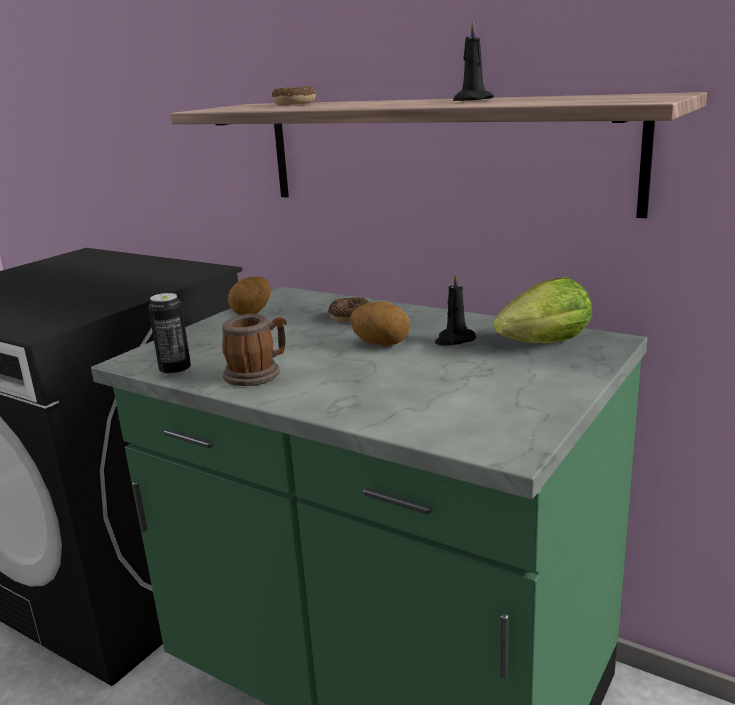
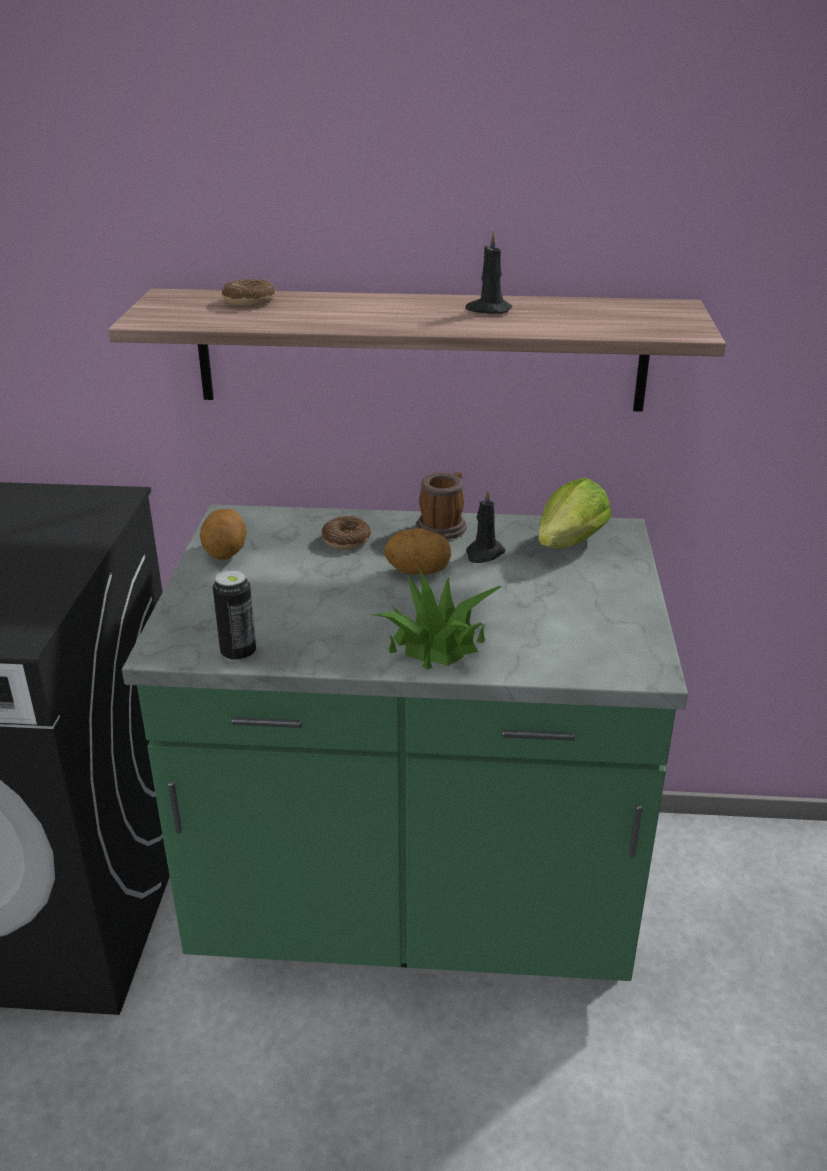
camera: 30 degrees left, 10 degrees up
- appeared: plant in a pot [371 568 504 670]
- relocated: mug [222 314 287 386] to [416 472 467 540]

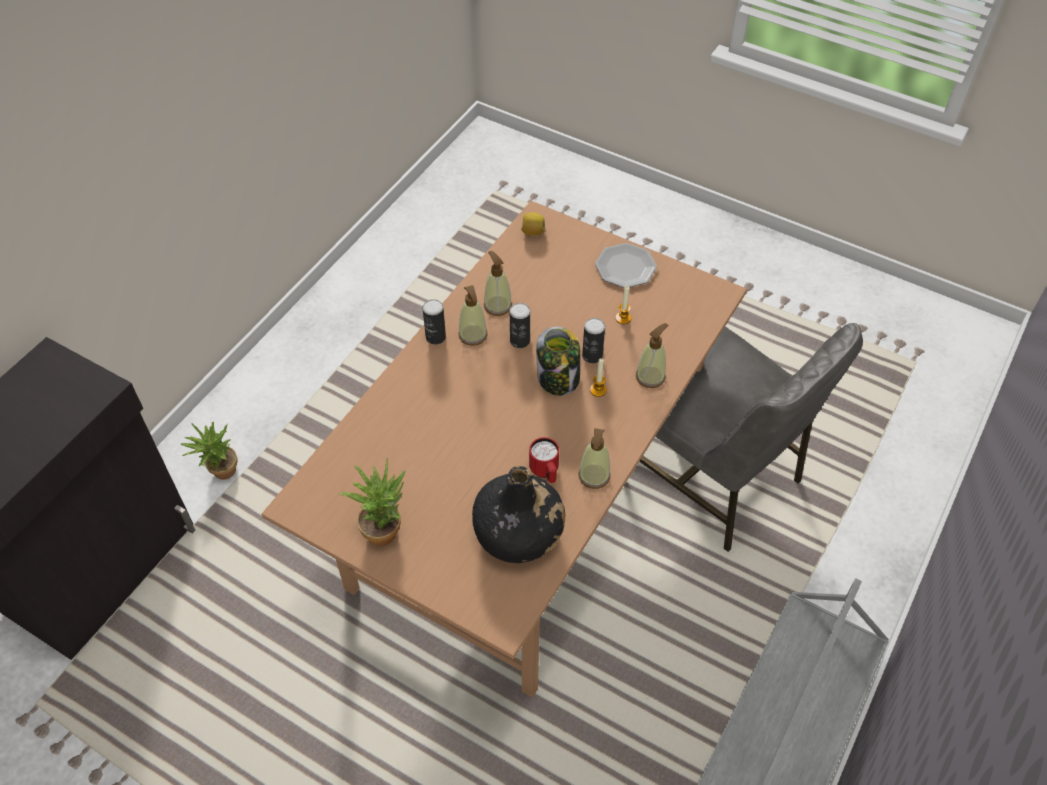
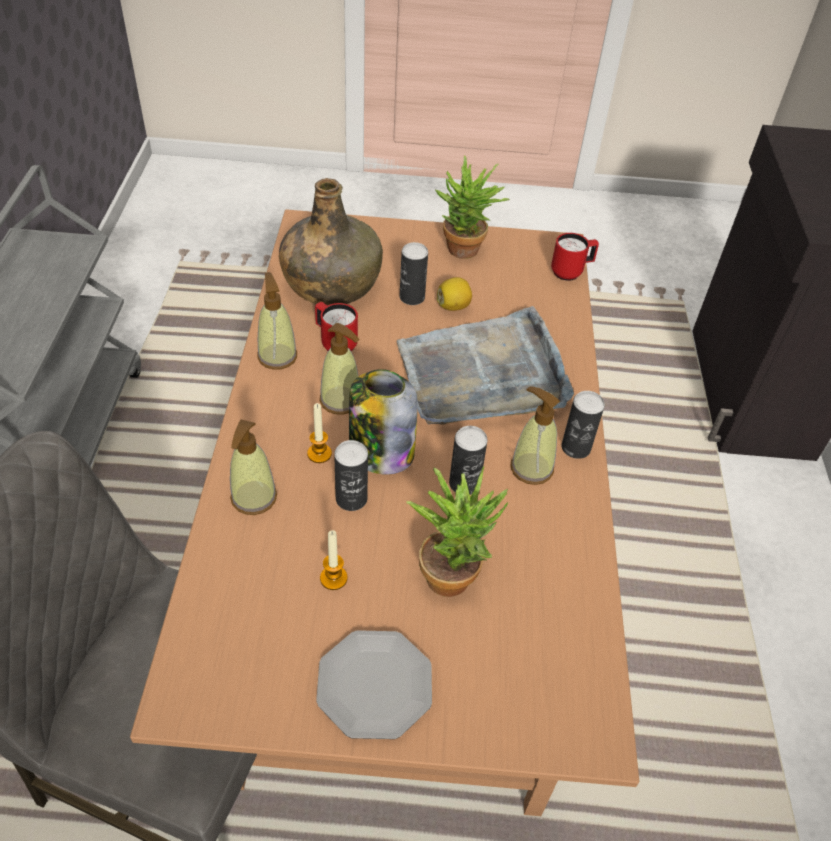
camera: 150 degrees right, 5 degrees down
- appeared: greyish tray [397 306 574 425]
- appeared: metal can [400 242 428 305]
- appeared: red mug [551 233 599 281]
- relocated: plant in a pot [181 422 238 480] to [406 466 508 597]
- relocated: soap bottle [484 251 512 316] to [319 323 360 415]
- relocated: lemon [521 212 545 236] to [437 277 472 311]
- colour: black-coloured beverage bottle [472 466 565 563] to green-coloured beverage bottle [279 178 383 305]

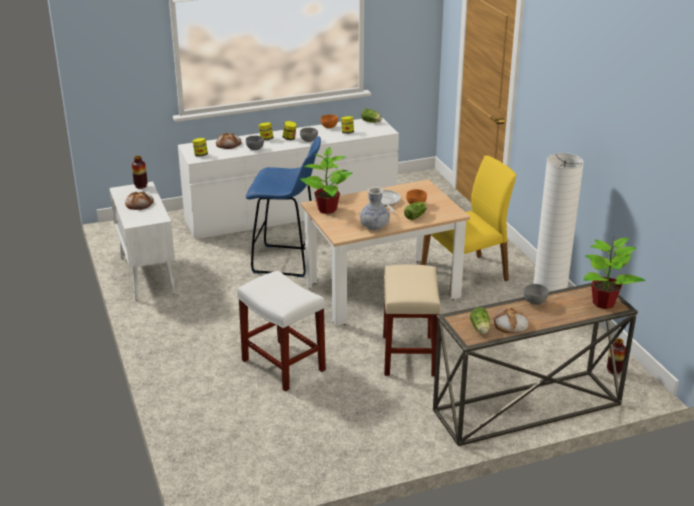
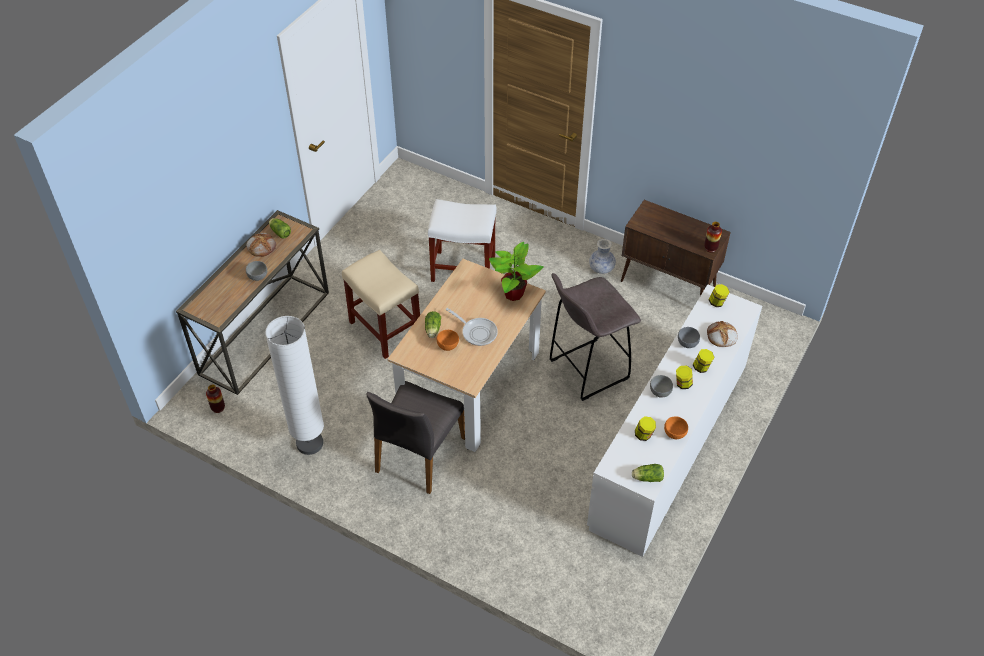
camera: 140 degrees right, 20 degrees up
- missing: bakery bread [125 191 154 210]
- missing: plant in a pot [583 235 645 309]
- relocated: flower vase [360 187 390 230] to [589 239 616 274]
- colour: white cabinet [109 181 176 301] to brown-coloured cabinet [621 200 731 296]
- colour: bluish sitting stool [246 136 321 277] to greyish sitting stool [550 273 641 401]
- colour: yellow chair [421 155 516 296] to greyish chair [367 381 465 494]

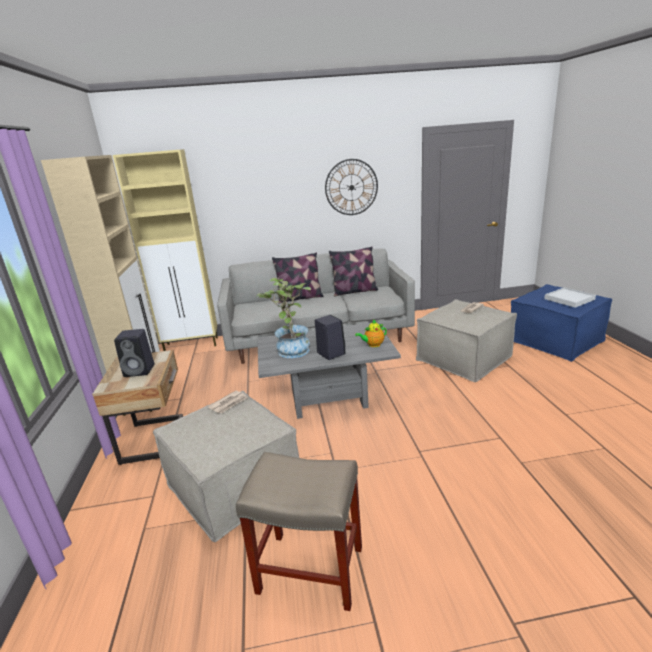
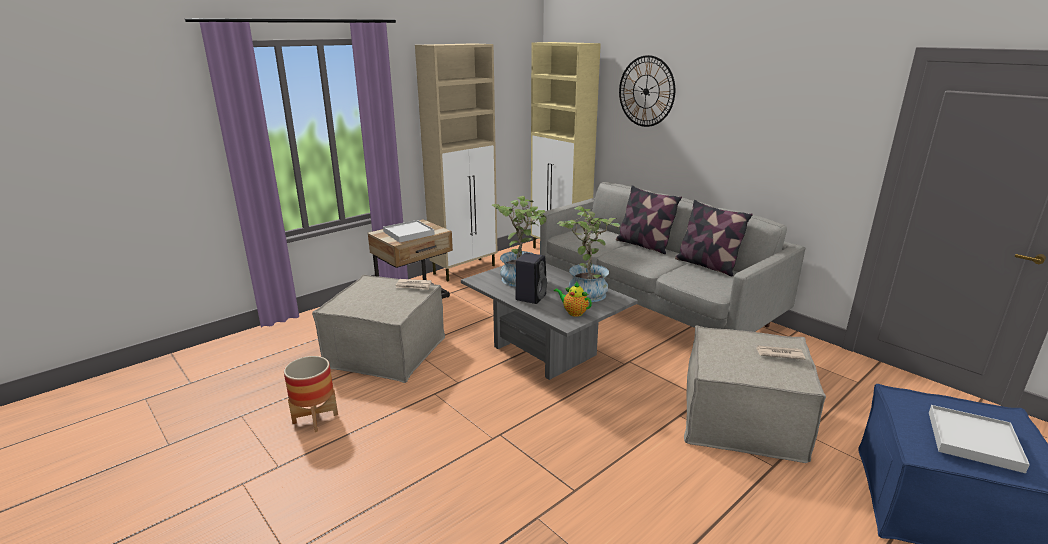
camera: 55 degrees right, 0 degrees up
- appeared: plant in a pot [556 206 620 302]
- relocated: wall clock [325 159 378 215] to [619 55 675 127]
- exchanged: black-coloured loudspeaker [114 329 154 377] to white tray [383 220 435 243]
- exchanged: sand-coloured sitting stool [236 452 362 611] to planter [284 356 338 432]

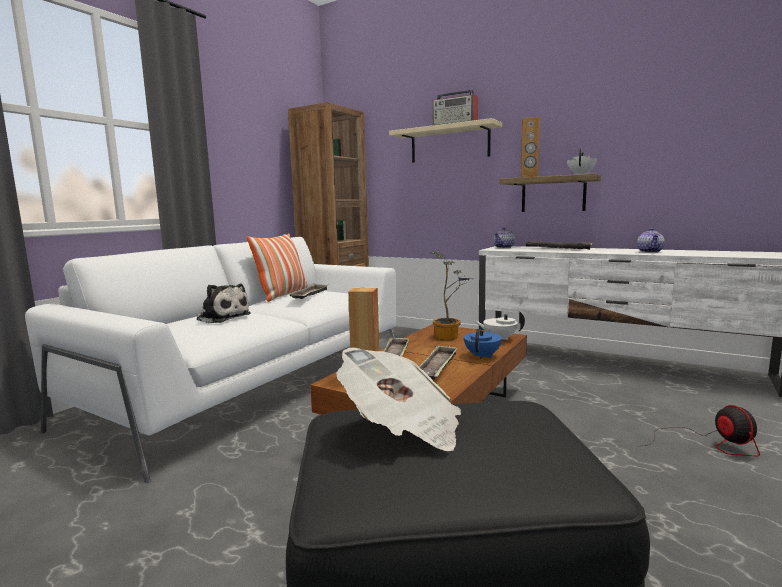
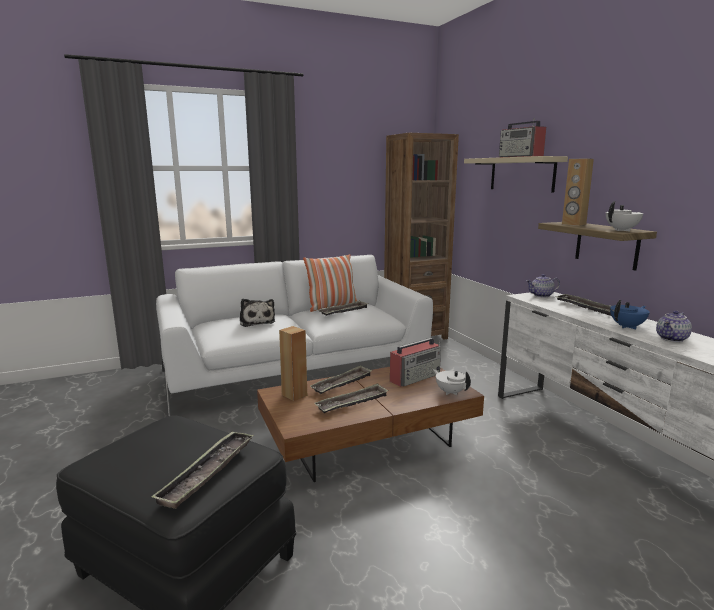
camera: 35 degrees right, 5 degrees up
- missing: newspaper [336 347 461 451]
- missing: cooling fan [643 405 760 456]
- appeared: tray [152 431 254 509]
- relocated: bluish tea pot [464 329 502 359] to [610 300 650 330]
- exchanged: plant in a pot [430 251 471 341] to radio set [390 338 441 387]

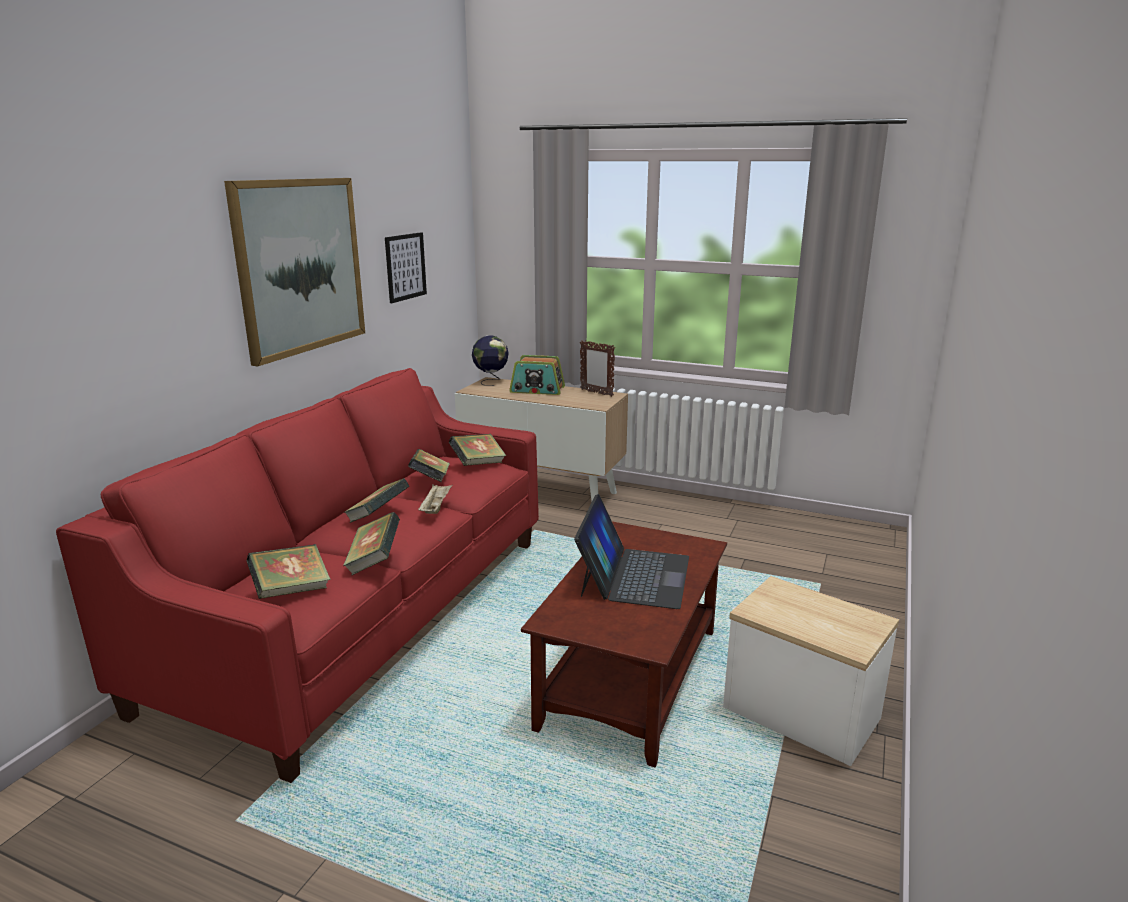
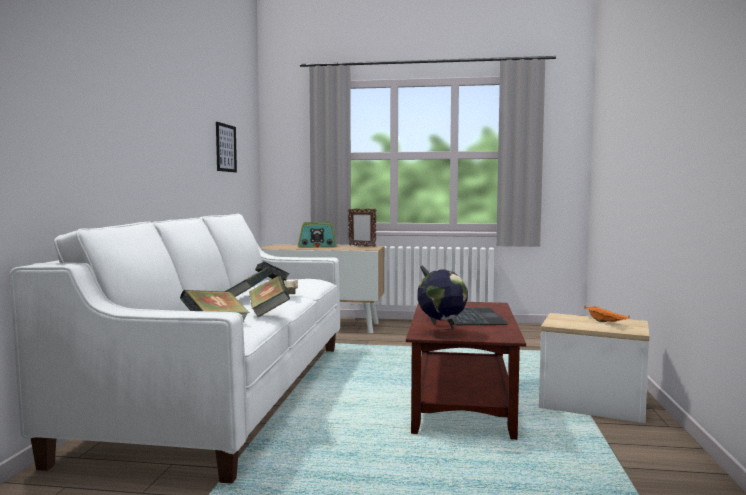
camera: 15 degrees left, 15 degrees down
- missing: wall picture [224 178 365 366]
- missing: book [449 434 506 466]
- appeared: orange tray [584 306 630 322]
- relocated: world globe [472 336 509 386] to [418 269 468 339]
- colour: red couch [56 368 539 783] to white couch [10 213 340 484]

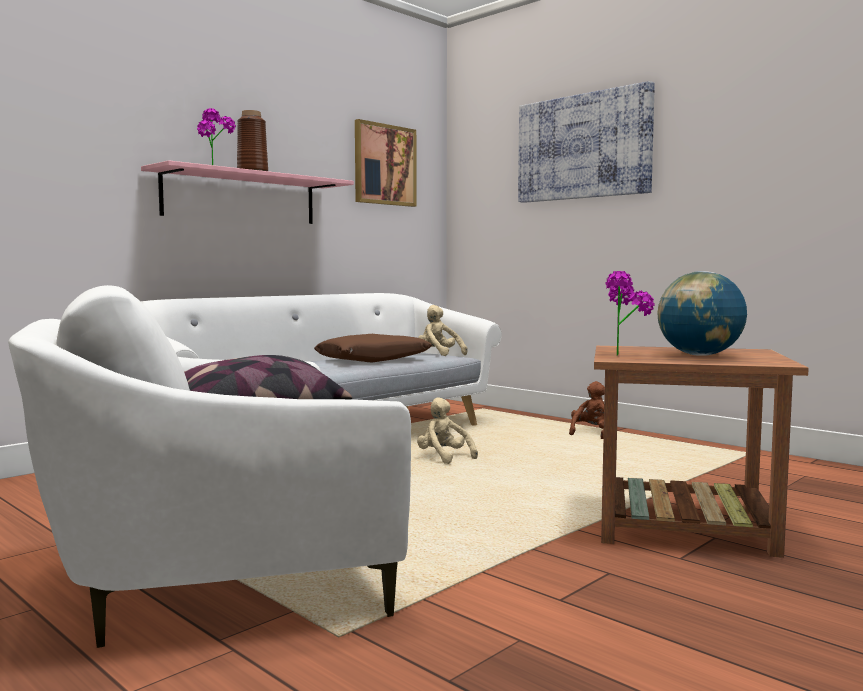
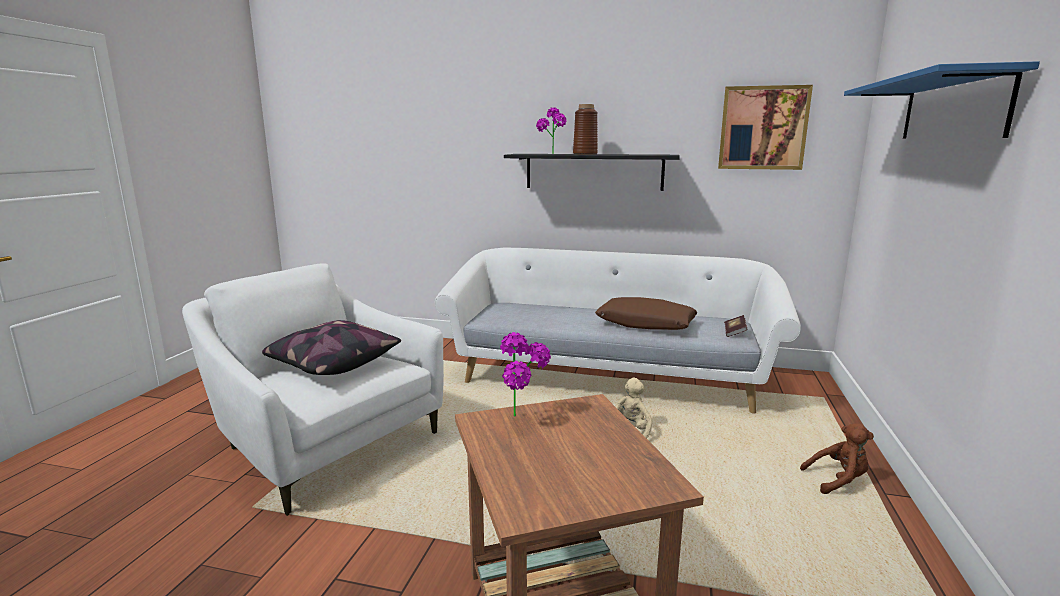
camera: 60 degrees right, 10 degrees up
- missing: world globe [657 271 747 356]
- exchanged: sand-coloured cuddly toy [418 305 468 356] to book [724 315 748 337]
- exchanged: wall picture [518 81 655 203] to bluish shelf [844 61 1040 139]
- colour: pink shelf [141 160 354 224] to black-coloured shelf [504 154 680 191]

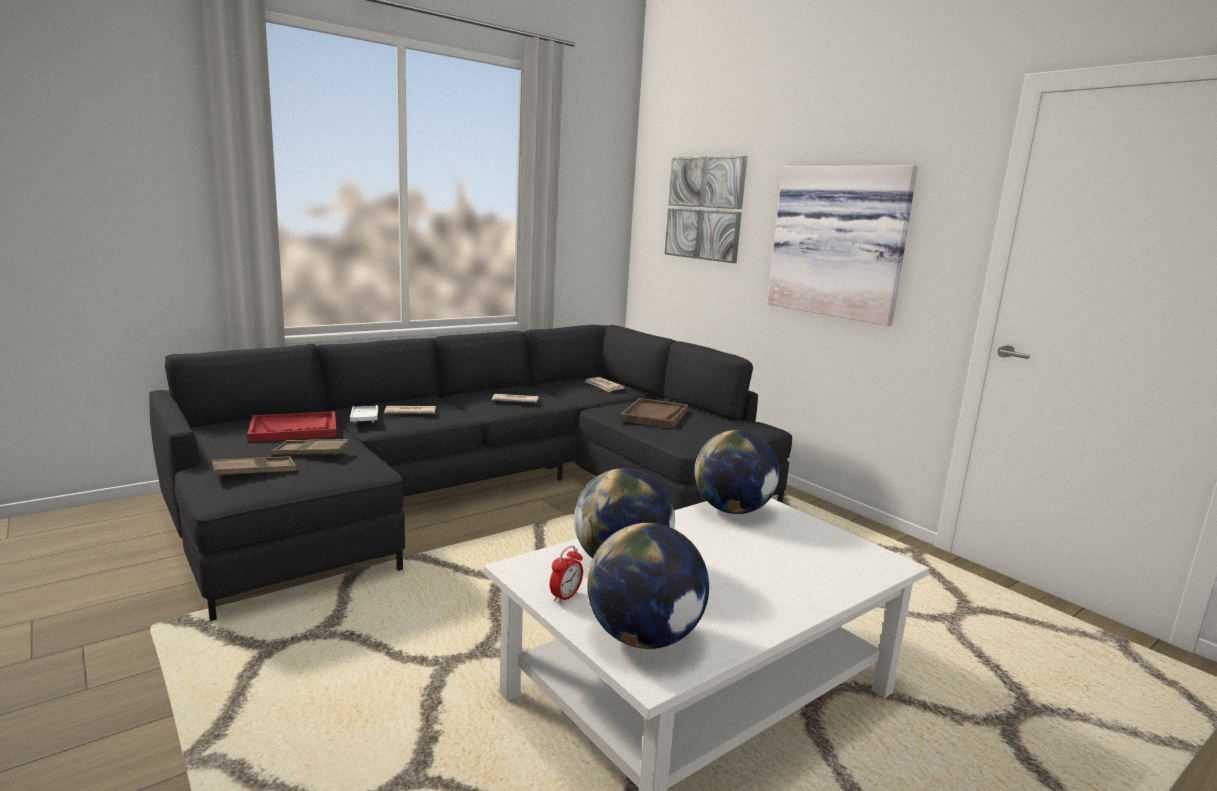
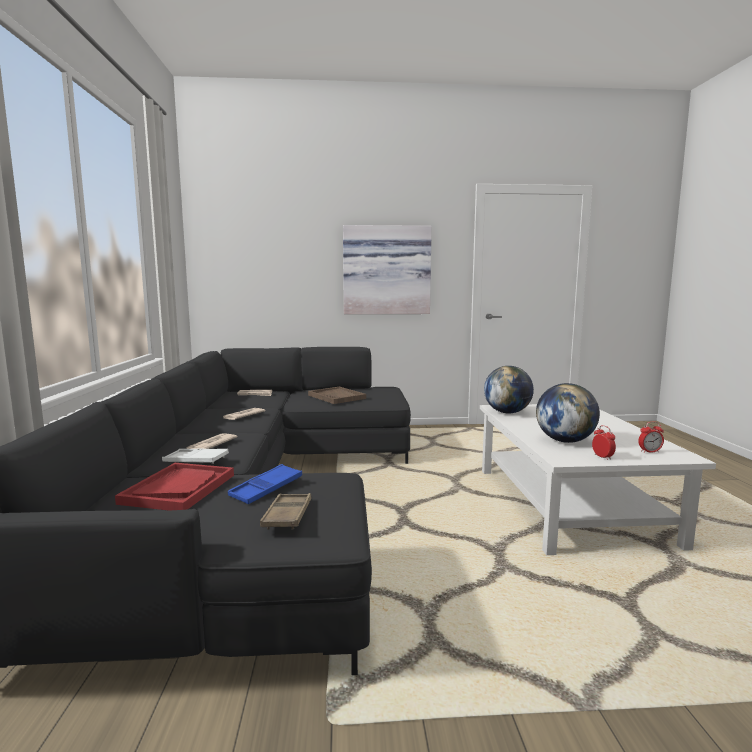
camera: 55 degrees left, 5 degrees down
- missing: wall picture [665 156 747 263]
- exchanged: world globe [587 523 709 649] to table clock [638 422 664 453]
- colour: brown-coloured tray [272 439 349 456] to bluish tray [228 464 302 504]

